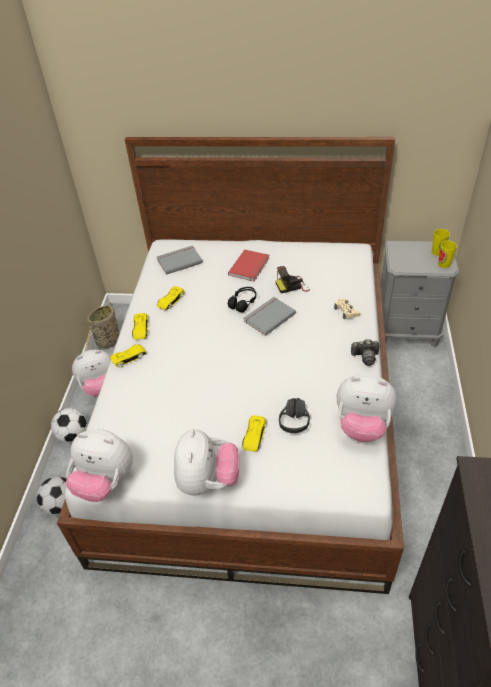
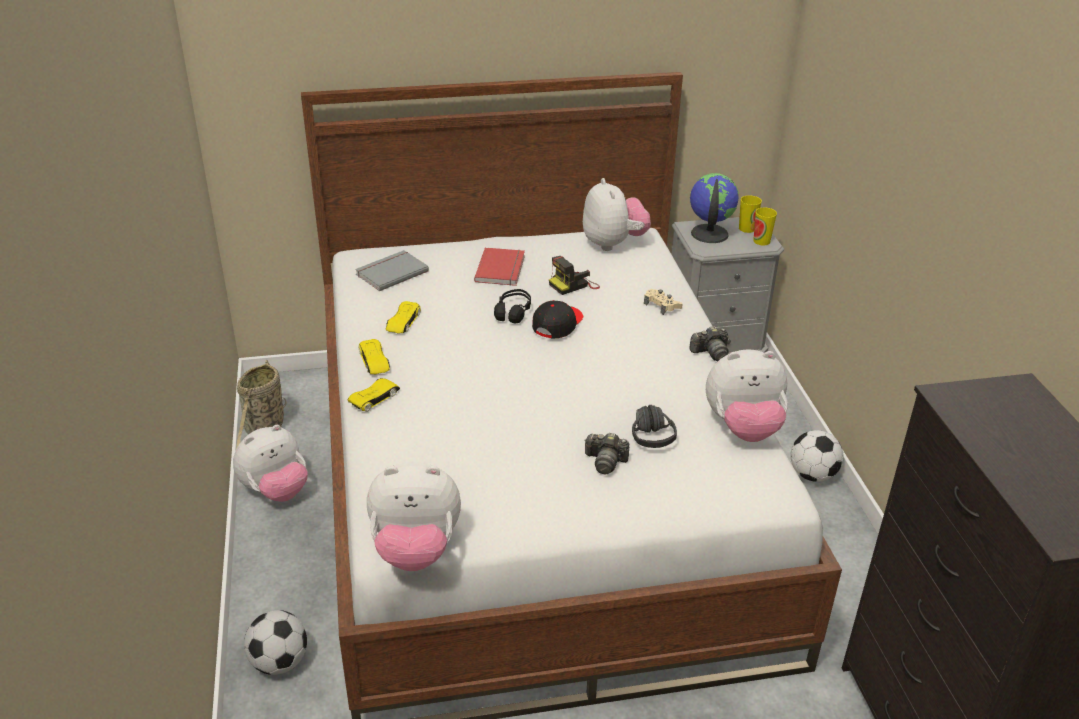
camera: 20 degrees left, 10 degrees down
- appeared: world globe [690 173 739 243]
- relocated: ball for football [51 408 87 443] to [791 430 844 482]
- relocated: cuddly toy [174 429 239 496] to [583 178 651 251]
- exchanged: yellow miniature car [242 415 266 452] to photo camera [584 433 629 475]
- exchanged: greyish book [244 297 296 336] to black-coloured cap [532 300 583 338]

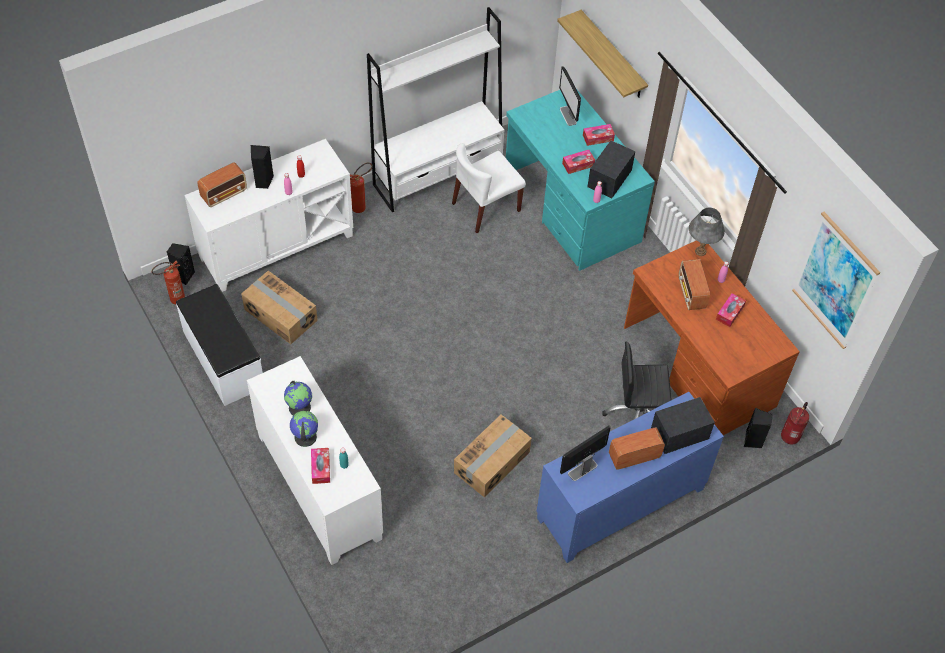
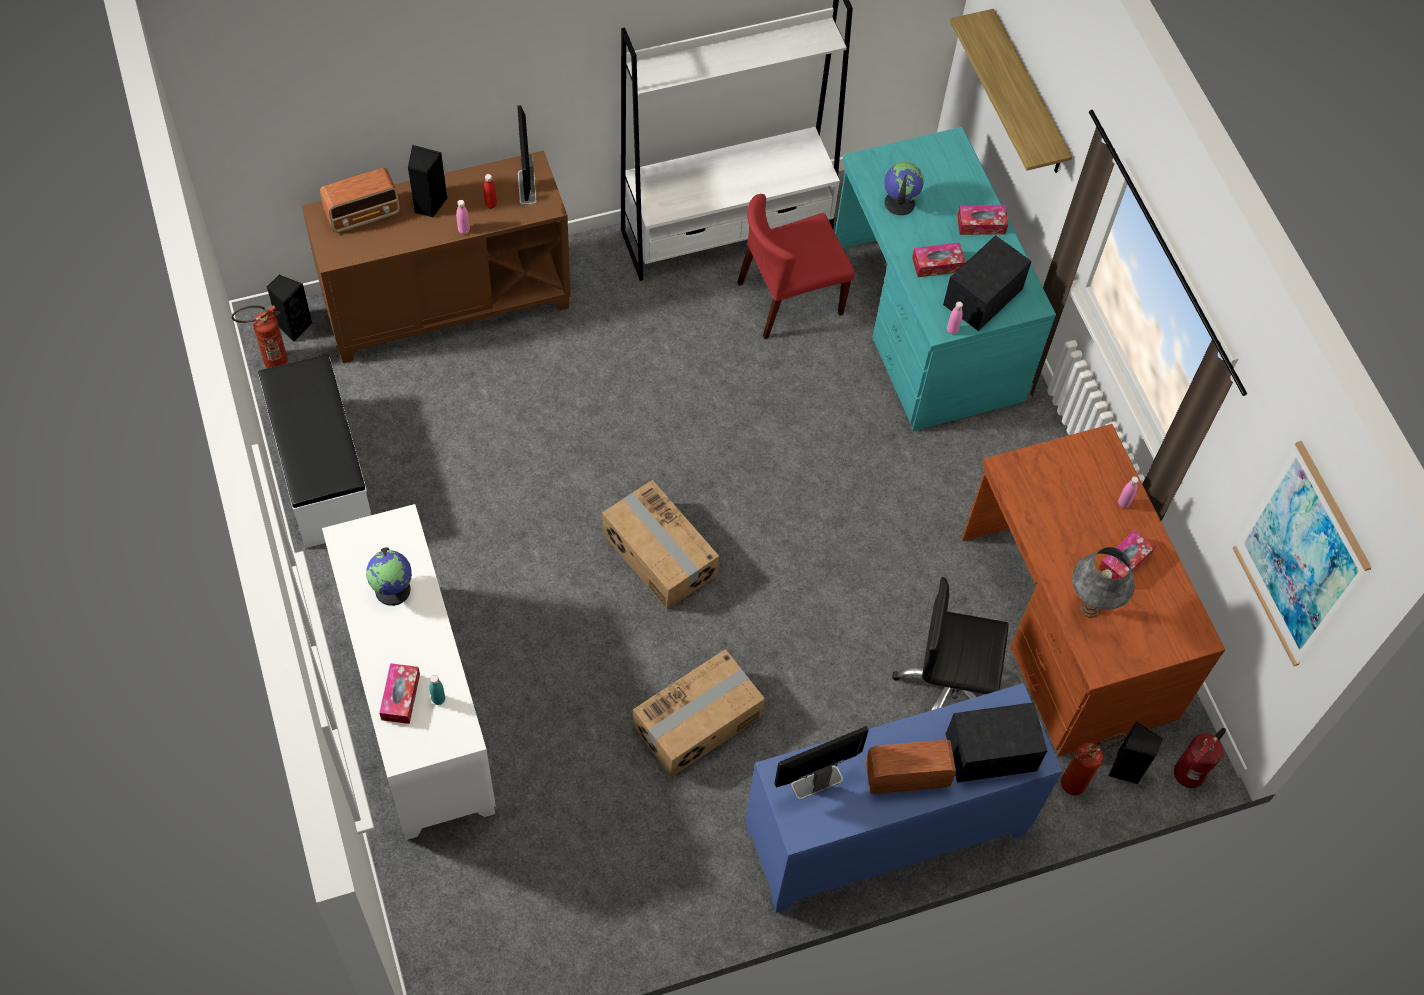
camera: 10 degrees right, 5 degrees up
- missing: radio set [678 259 710 310]
- relocated: carton [241 271 318 344] to [602 480 719 610]
- relocated: world globe [290 411 318 447] to [884 162 924 215]
- relocated: fire-fighting cylinder [350 162 373 213] to [1061 733 1127 795]
- relocated: monitor [559 66 581 126] to [517 105 536 205]
- relocated: greyish lamp for a table [689 208 725 256] to [1072 547 1135 618]
- colour: white cabinet [185 139 353 292] to brown-coloured cabinet [301 150 571 363]
- colour: white chair [452 143 526 233] to red chair [737 194 855 339]

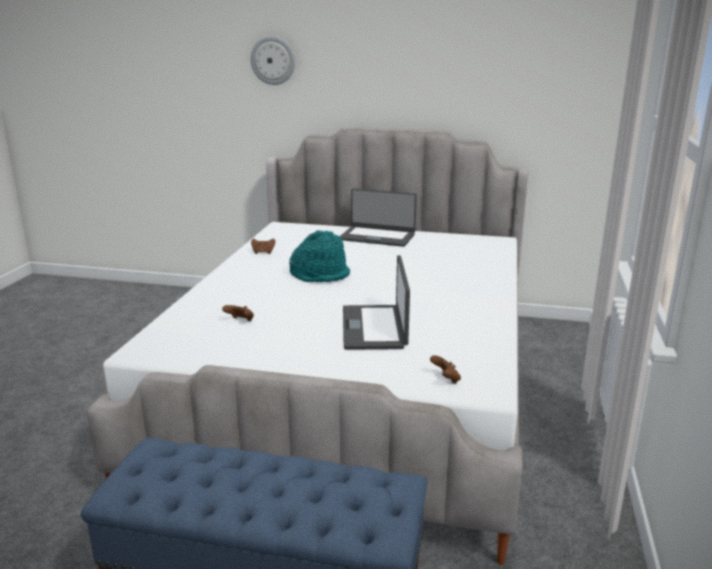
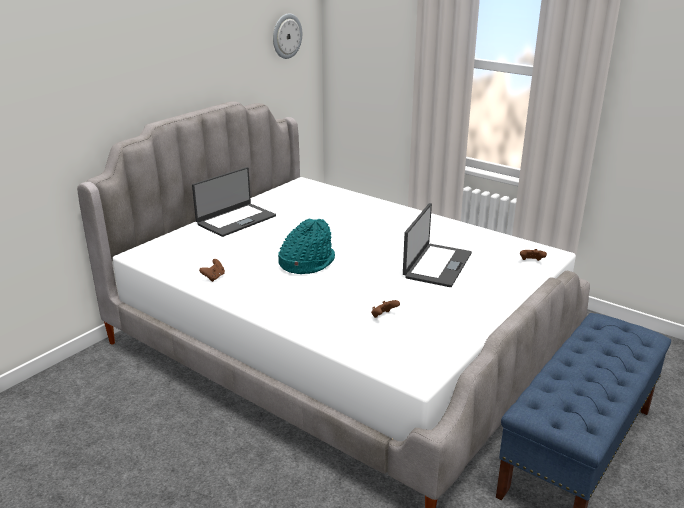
camera: 65 degrees left, 5 degrees up
- relocated: wall clock [251 36 295 85] to [273 13 302 59]
- spun: notebook computer [343 255 410 350] = [403 203 472 287] 90 degrees counterclockwise

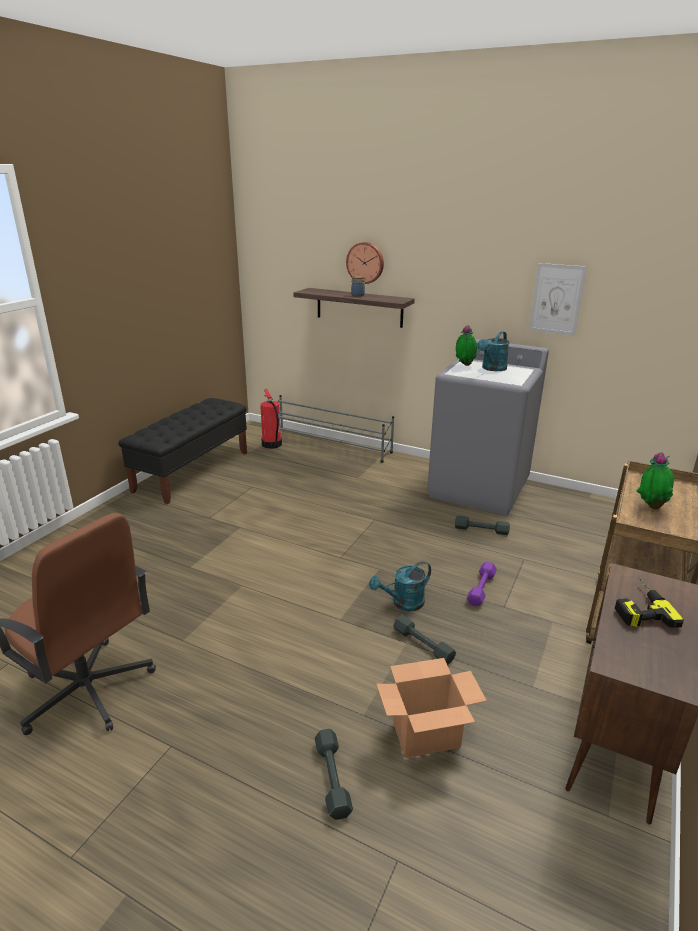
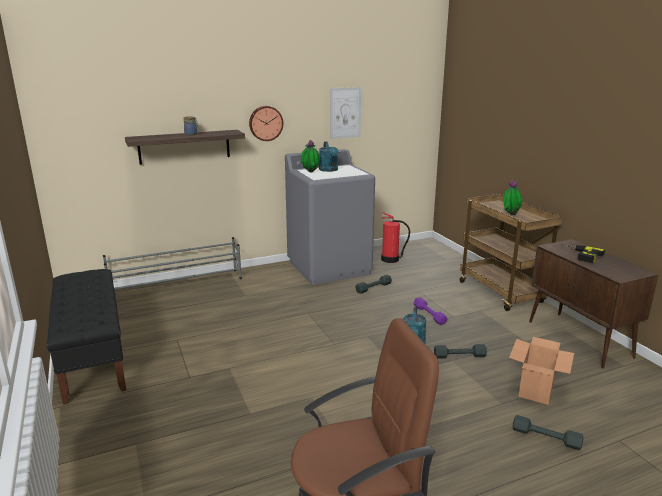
camera: 50 degrees left, 5 degrees down
- relocated: fire-fighting cylinder [260 389 282 449] to [381 212 410 263]
- relocated: wall clock [346 242 384 284] to [249 106 283 141]

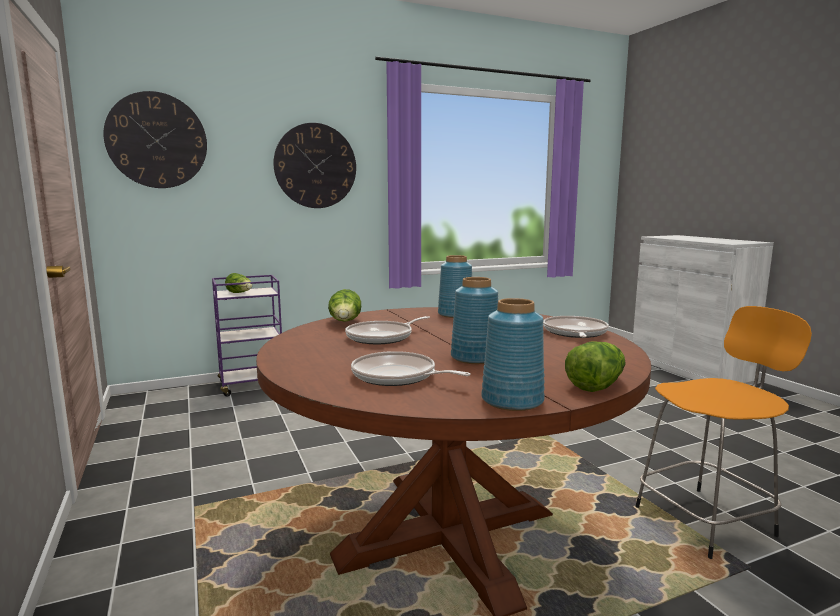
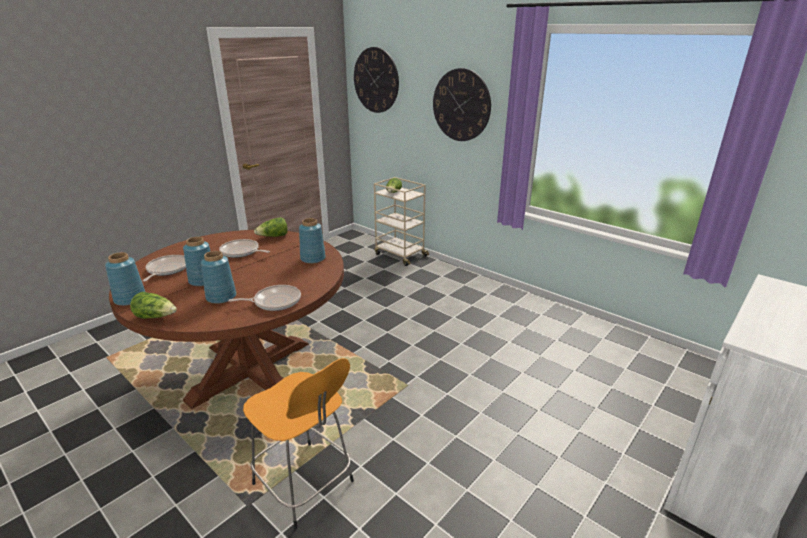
camera: 65 degrees right, 15 degrees up
- appeared: bluish flower vase [201 251 236 304]
- colour: purplish trolley [212 275 282 396] to sand-coloured trolley [374 177 429 266]

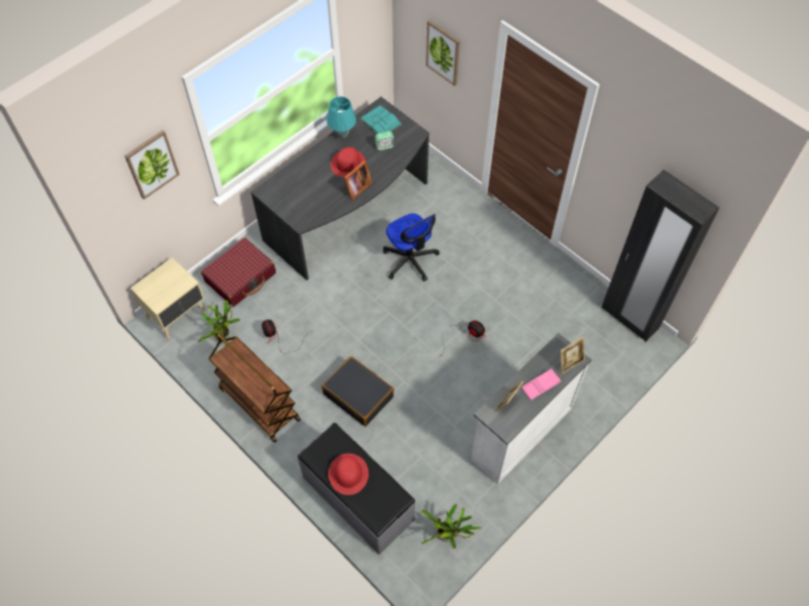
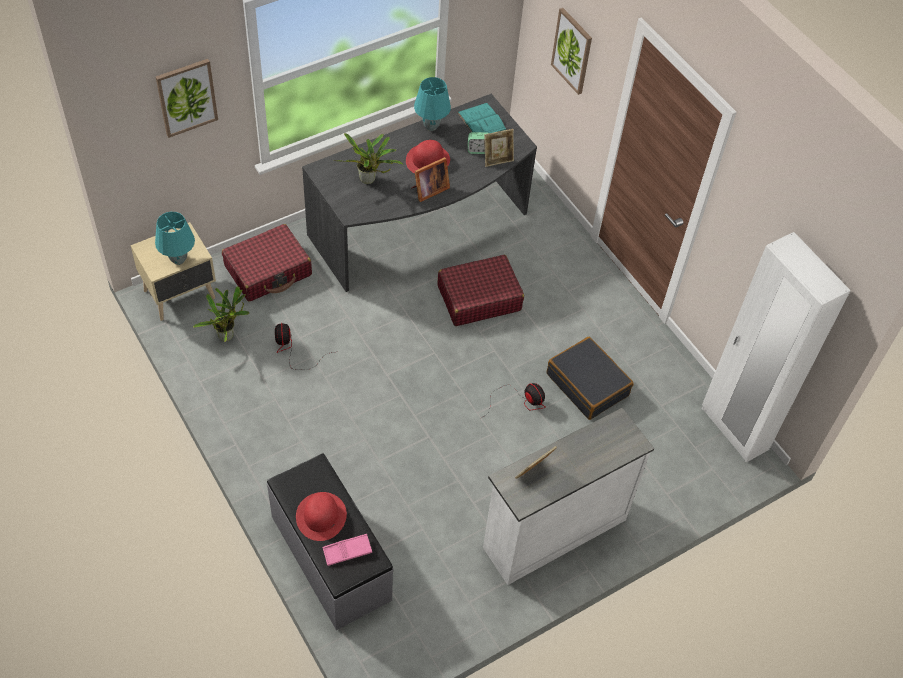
camera: 10 degrees right, 5 degrees down
- missing: brown-coloured trolley [209 334 301 443]
- appeared: turquoise-coloured lamp for a table [155 212 195 265]
- relocated: black-coloured travel case [322 356 394 427] to [547 337 633 420]
- relocated: plant in a pot [421 504 482 549] to [334 133 404 184]
- relocated: pink tray [522 369 561 400] to [322 534 372 566]
- relocated: picture frame [560 337 585 374] to [484 129 514 167]
- exchanged: office chair [383 214 440 281] to red travel case [437 255 524 326]
- colour: black-coloured armoire [602 170 719 342] to white armoire [701 232 851 462]

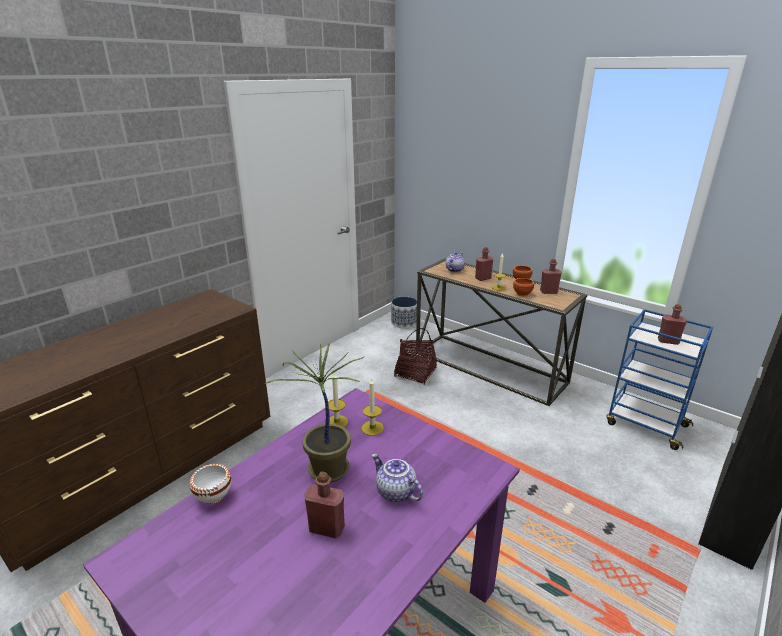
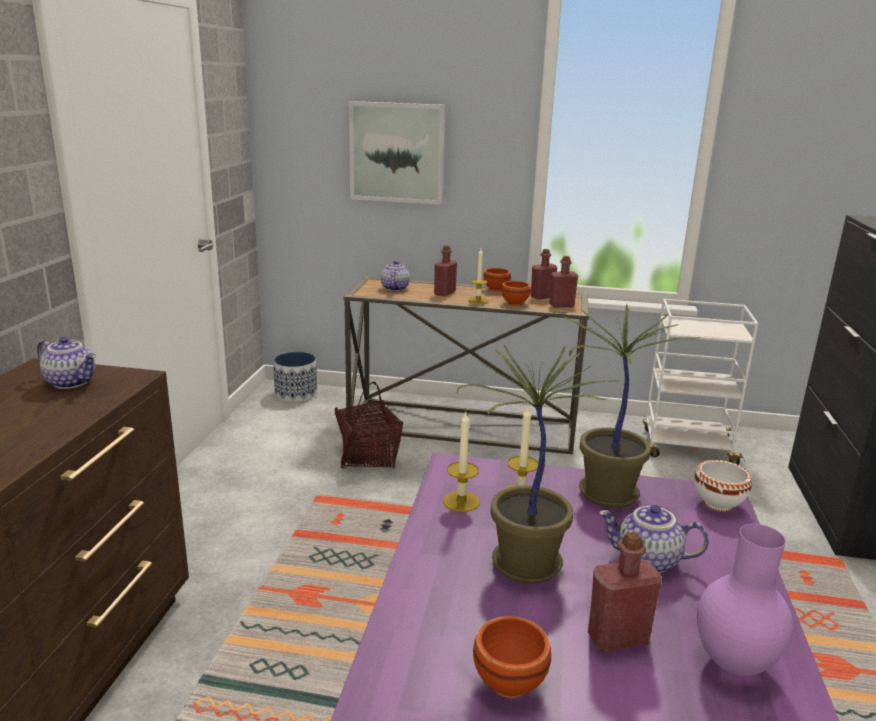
camera: 30 degrees left, 5 degrees down
- appeared: tea pot [37 337 96 389]
- appeared: wall picture [349 101 446 205]
- appeared: brown-coloured bowl [473 616 551 698]
- appeared: plant in a pot [562 304 700 508]
- appeared: purplish flower vase [697 524 793 676]
- relocated: white bowl [190 464 231 504] to [694 460 752 512]
- relocated: red beverage bottle [658 304 687 345] to [549 256 578 308]
- colour: bluish trolley [606 309 713 450] to white trolley [643 299 759 464]

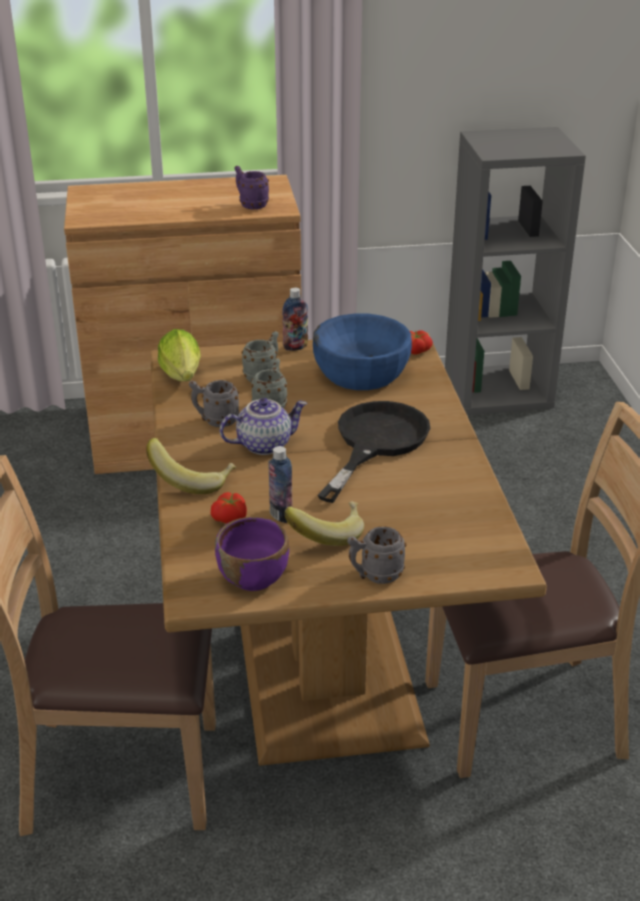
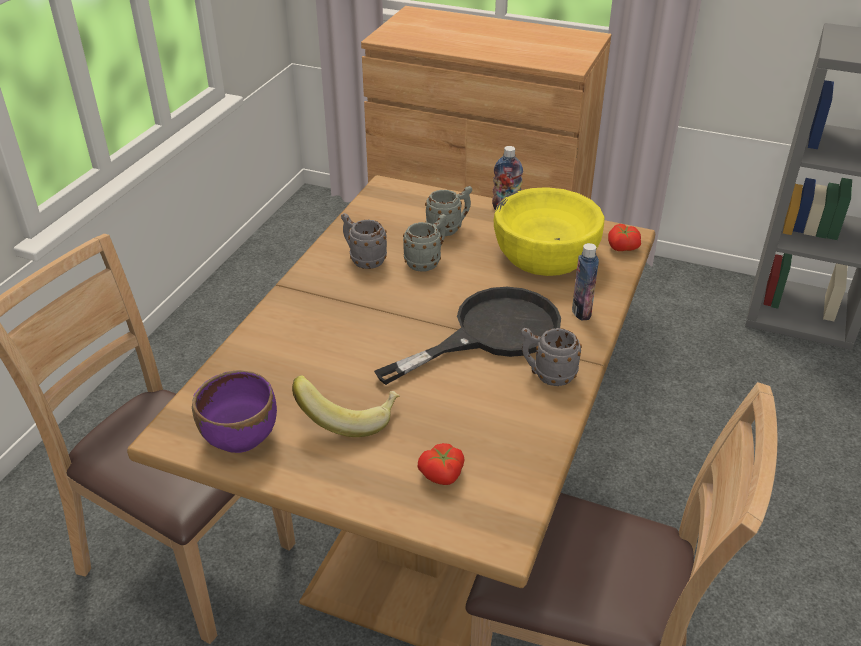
camera: 30 degrees right, 5 degrees up
- missing: whole banana [146 438 236 494]
- missing: lettuce head [158 329 201 381]
- missing: tea pot [220 398 307 455]
- missing: purplish mug [235 166 269 209]
- relocated: tomato [211 492 247 523] to [418 443 464 485]
- relocated: beverage bottle [268 446 293 523] to [572 243 599 321]
- relocated: greyish mug [347 527 406 584] to [521 328 582 386]
- colour: bluish bowl [313 314 412 390] to yellow bowl [494 187 605 276]

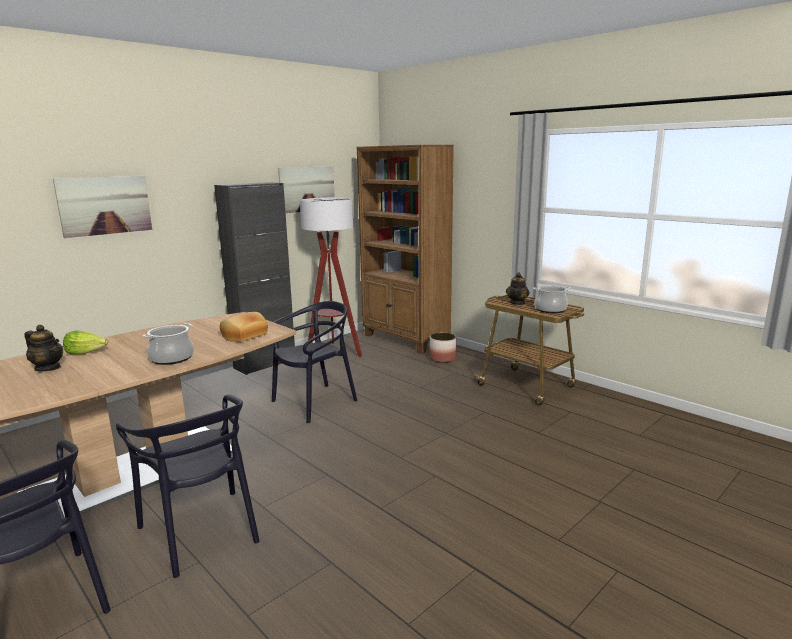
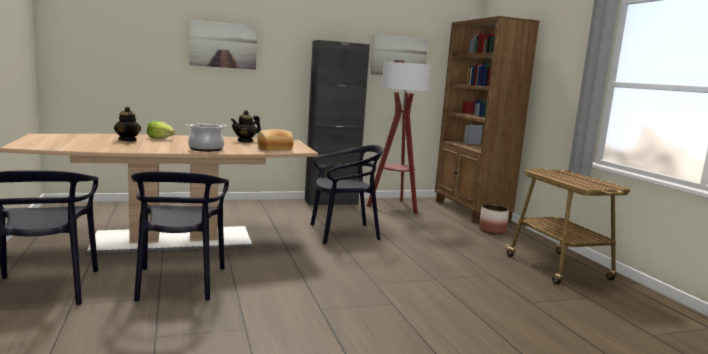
camera: 25 degrees right, 5 degrees down
- missing: cooking pot [533 285 571 313]
- relocated: tea pot [506 272 530 305] to [231 110 261 143]

